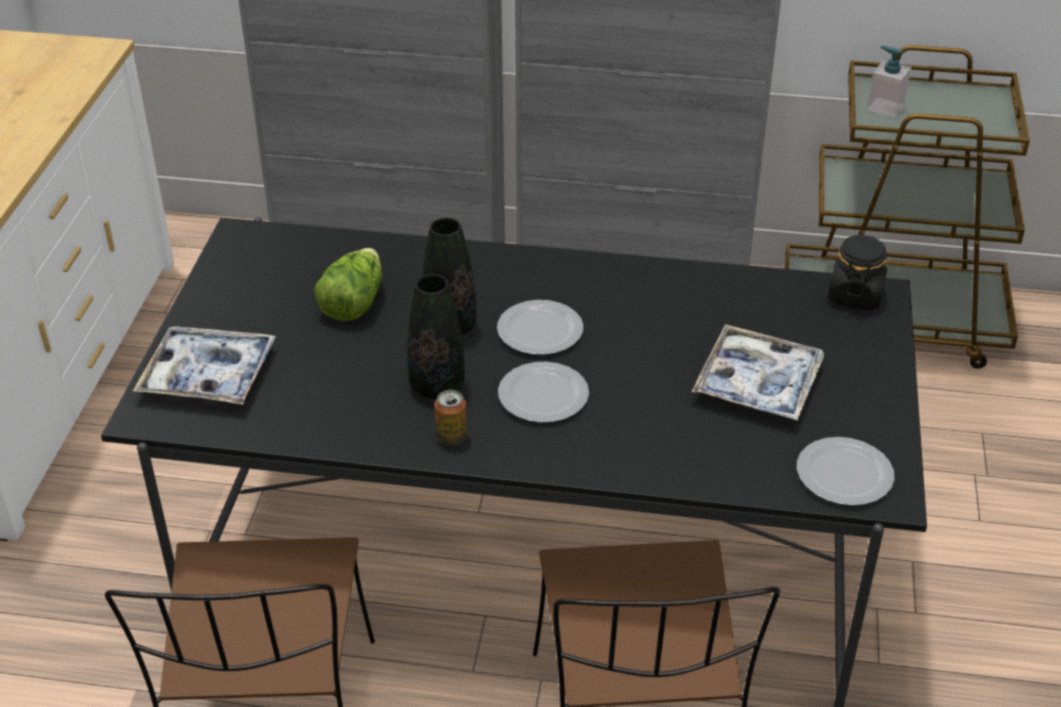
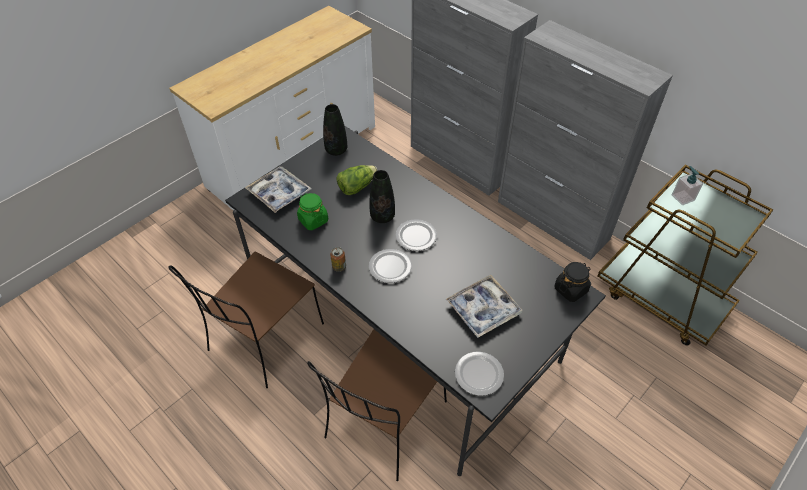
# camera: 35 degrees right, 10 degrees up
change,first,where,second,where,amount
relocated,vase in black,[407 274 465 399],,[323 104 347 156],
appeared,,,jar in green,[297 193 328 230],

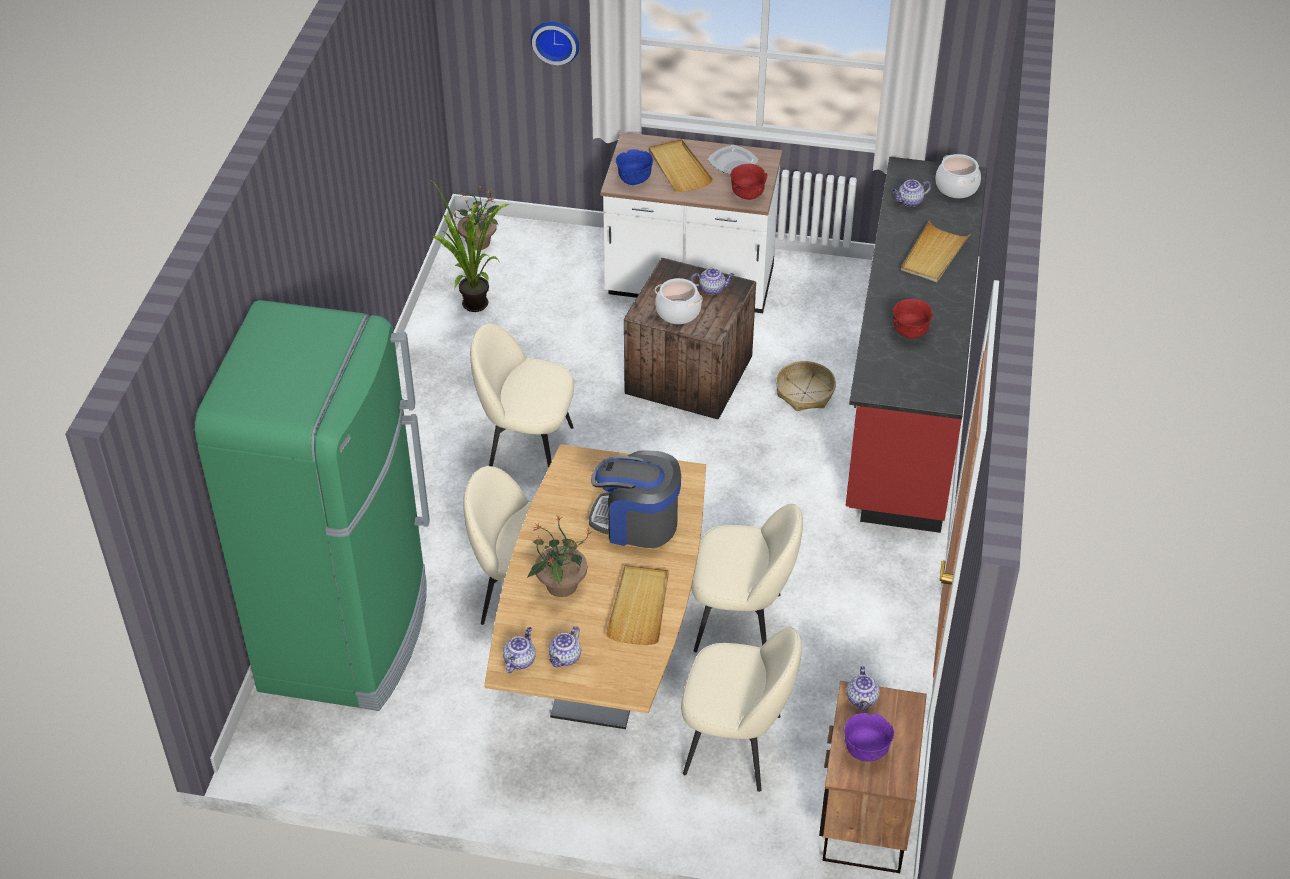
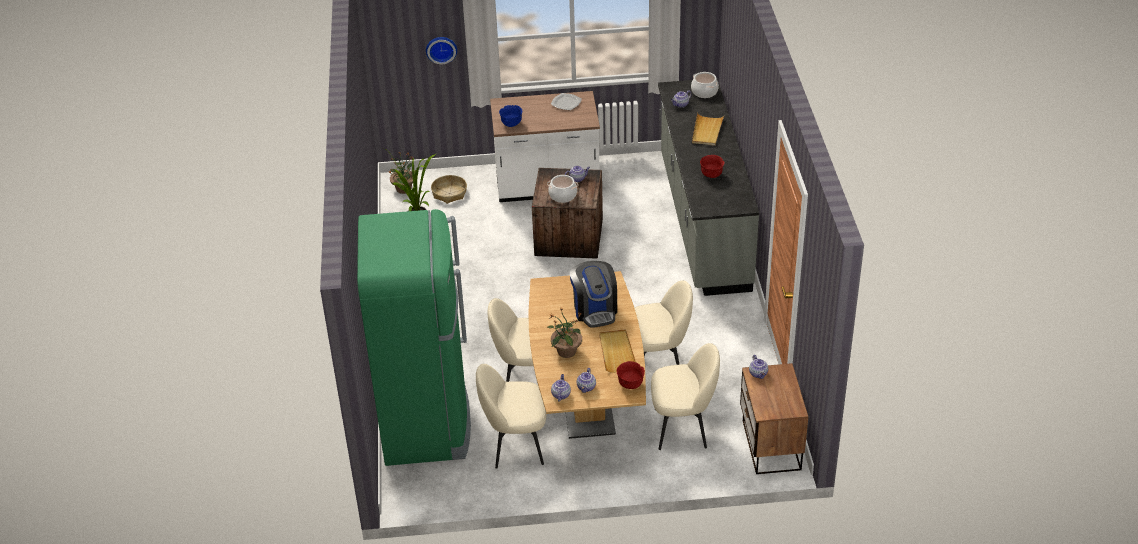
# camera: 15 degrees left, 5 degrees down
change,first,where,second,where,amount
missing,tray in beige,[649 139 713 192],,,
colour,counter in red,[846 157 987 533],counter in grey,[658 78 759 296],
relocated,bowl in red,[730 164 767 200],,[617 361 645 389],
relocated,chair in beige,[470 324 574 468],,[476 364 546 469],
relocated,basket,[776 361 836 411],,[431 175 467 204],
spun,coffee machine,[589 451 681 548],,[570 261 617 327],105 degrees counterclockwise
missing,bowl in purple,[844 713 894 762],,,

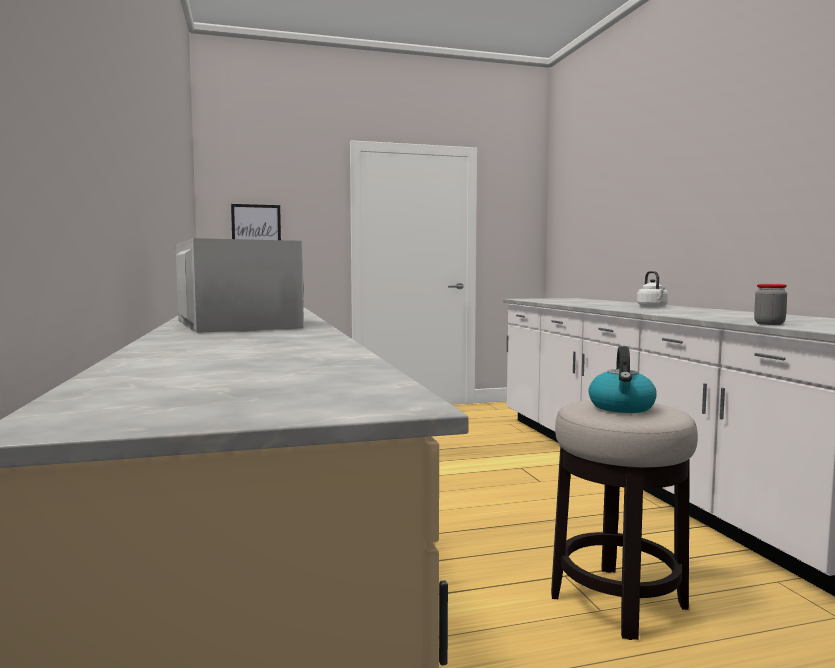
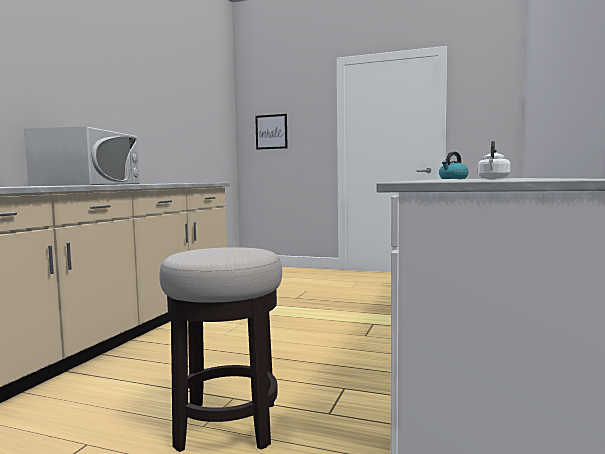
# camera: 35 degrees right, 0 degrees up
change,first,where,second,where,amount
missing,jar,[754 284 787 325],,,
relocated,kettle,[589 346 657 413],,[439 152 469 179],

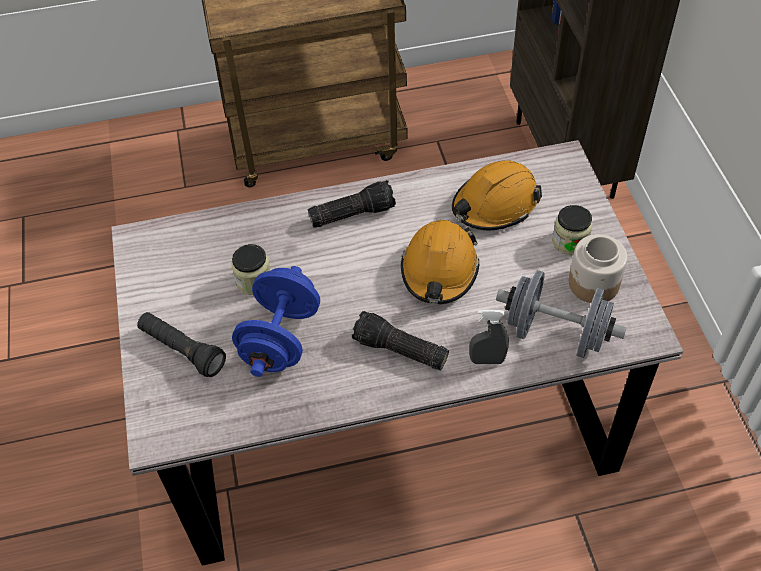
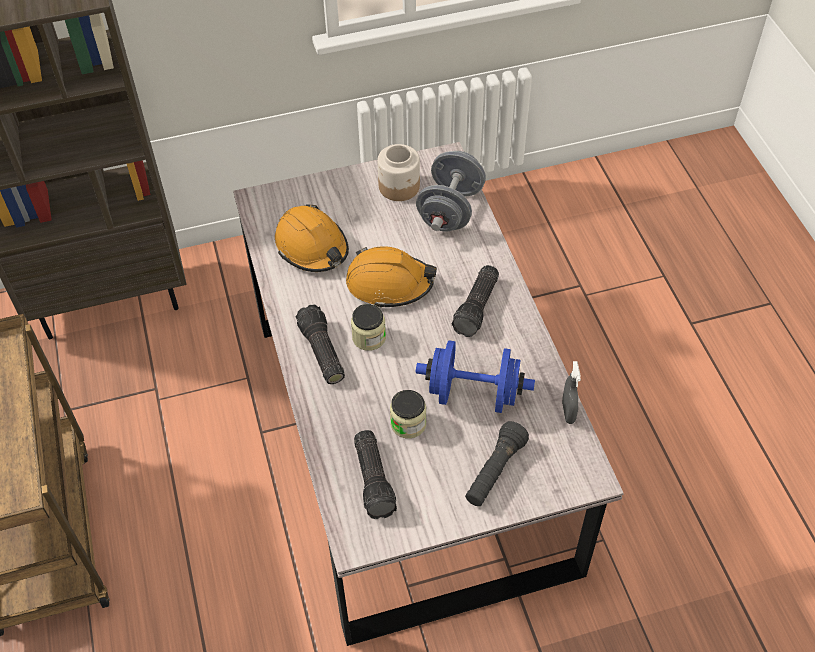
# camera: 95 degrees left, 0 degrees up
change,first,where,second,where,amount
relocated,jar,[552 205 592 255],,[351 304 386 351],
relocated,spray bottle in grey,[469 310 509 364],,[562 361 581 424],
appeared,,,flashlight,[354 430 397 519],

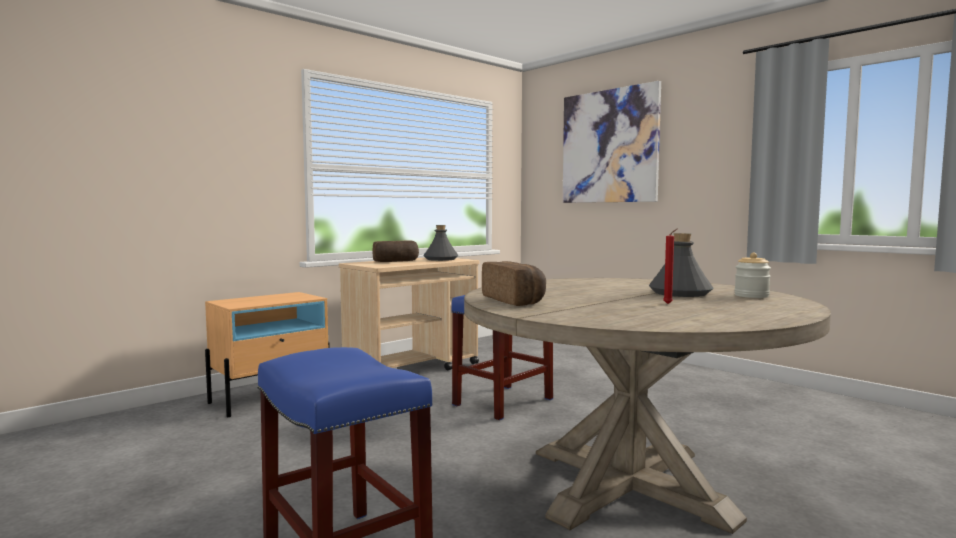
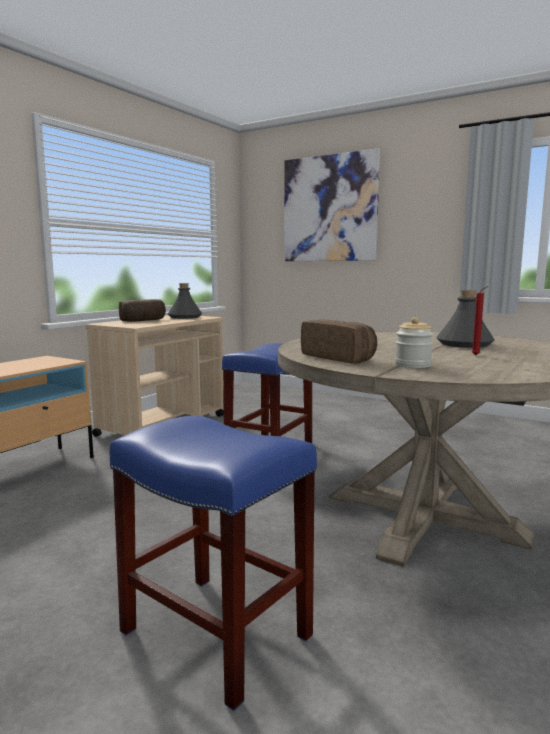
# camera: 15 degrees left, 5 degrees up
change,first,where,second,where,amount
relocated,jar,[734 253 771 298],,[395 317 433 368],

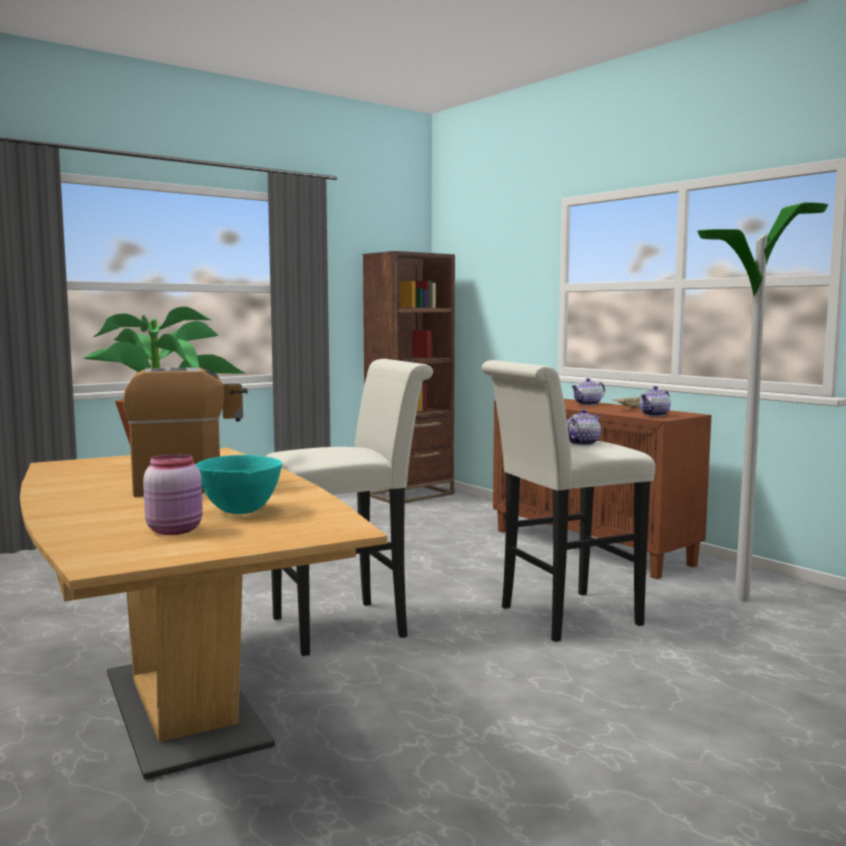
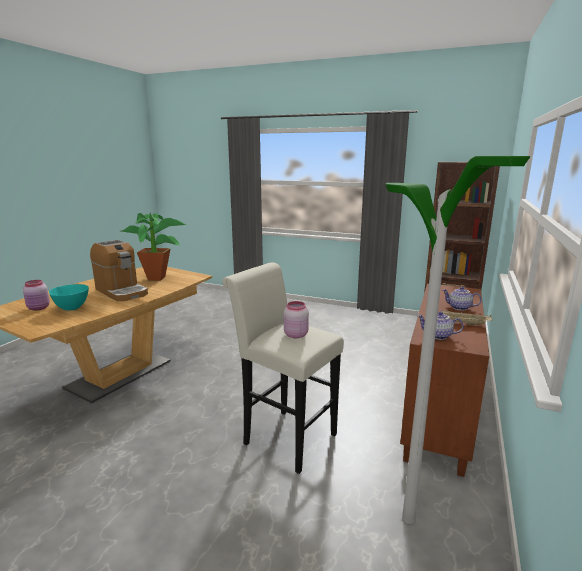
# camera: 60 degrees right, 10 degrees up
change,first,where,second,where,amount
missing,stool in white,[266 359 433 656],,,
exchanged,teapot,[567 409 601 445],jar in pink,[284 301 309 338],

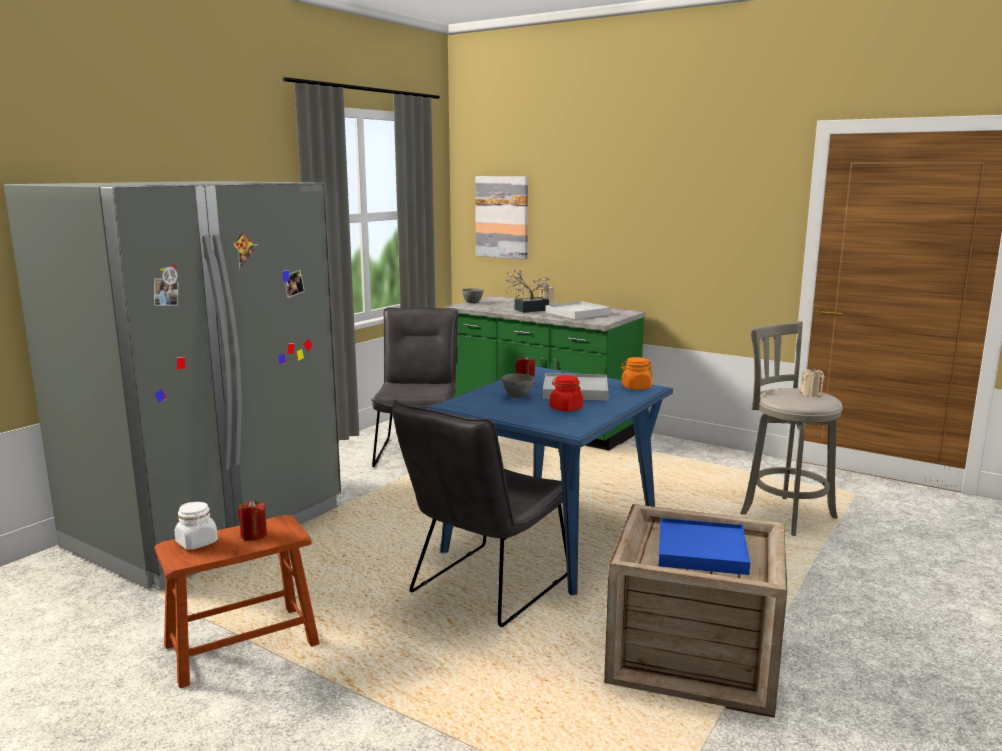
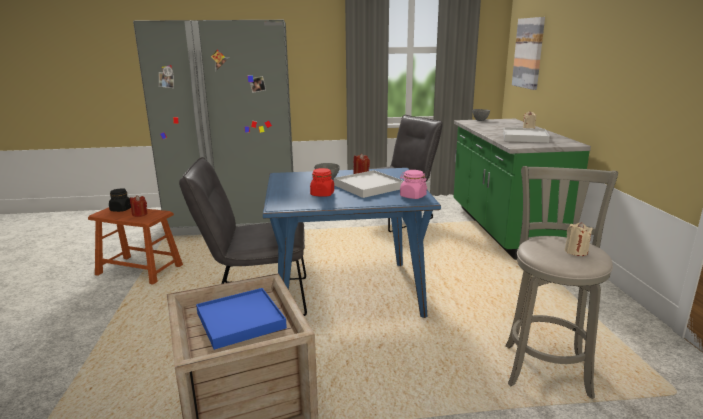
# camera: 50 degrees right, 5 degrees up
change,first,where,second,where,amount
missing,potted plant,[505 269 553 313],,,
colour,jar in orange,[621 357 653 390],jar in pink,[400 170 427 199],
colour,jar in white,[175 502 218 550],jar in black,[109 189 131 212],

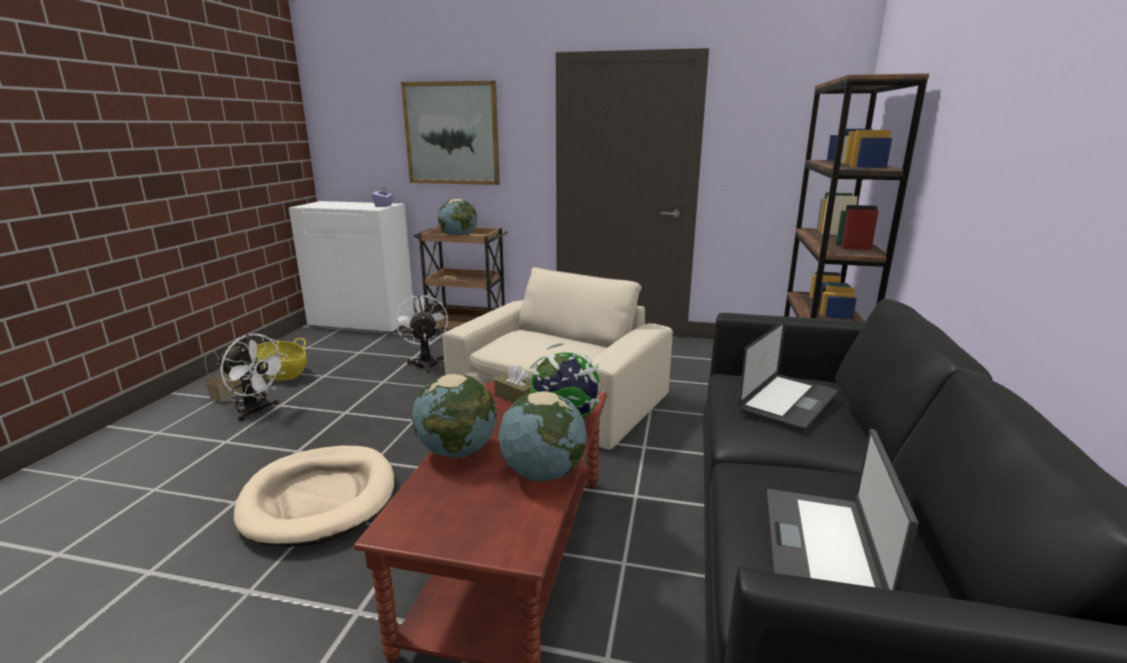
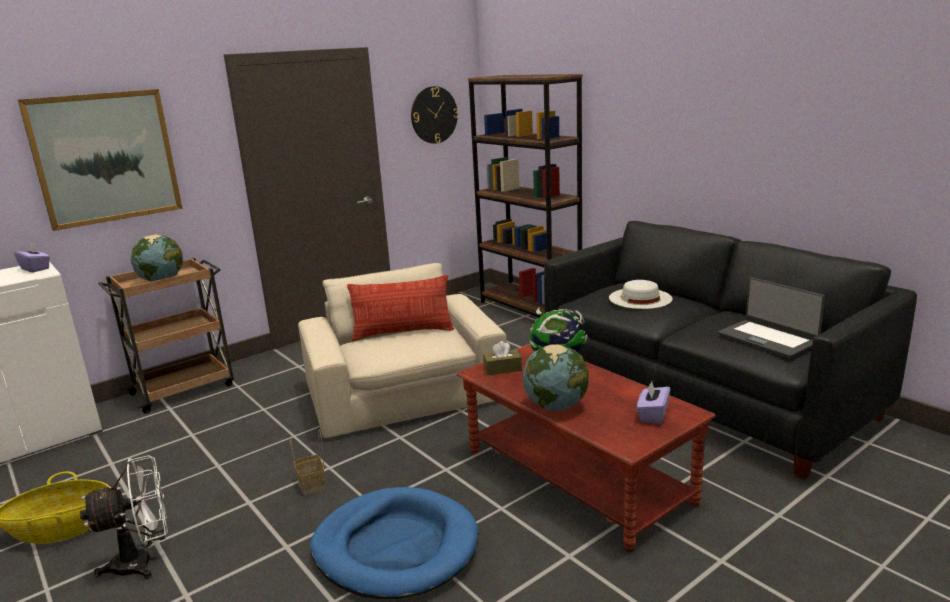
# camera: 50 degrees left, 0 degrees up
change,first,where,second,where,amount
missing,fan in white,[395 294 448 373],,,
exchanged,laptop,[739 320 838 432],hat in white,[609 280 673 309],
relocated,basket,[205 350 242 402],,[289 430 326 495],
missing,globe,[499 391 587 481],,,
colour,dog bed in beige,[234 446 395 547],dog bed in blue,[310 487 478 599],
appeared,,,wall clock,[411 86 458 144],
appeared,,,pillow,[347 275 454 341],
appeared,,,tissue box in purple,[637 381 670 424],

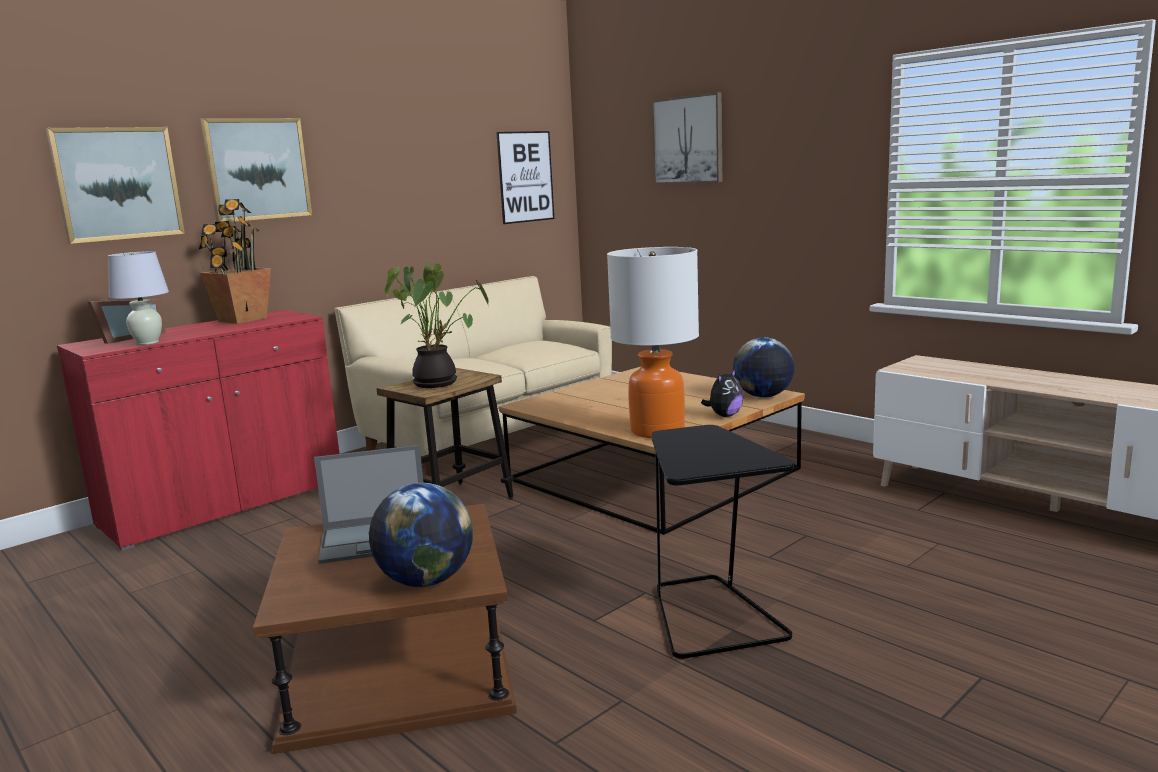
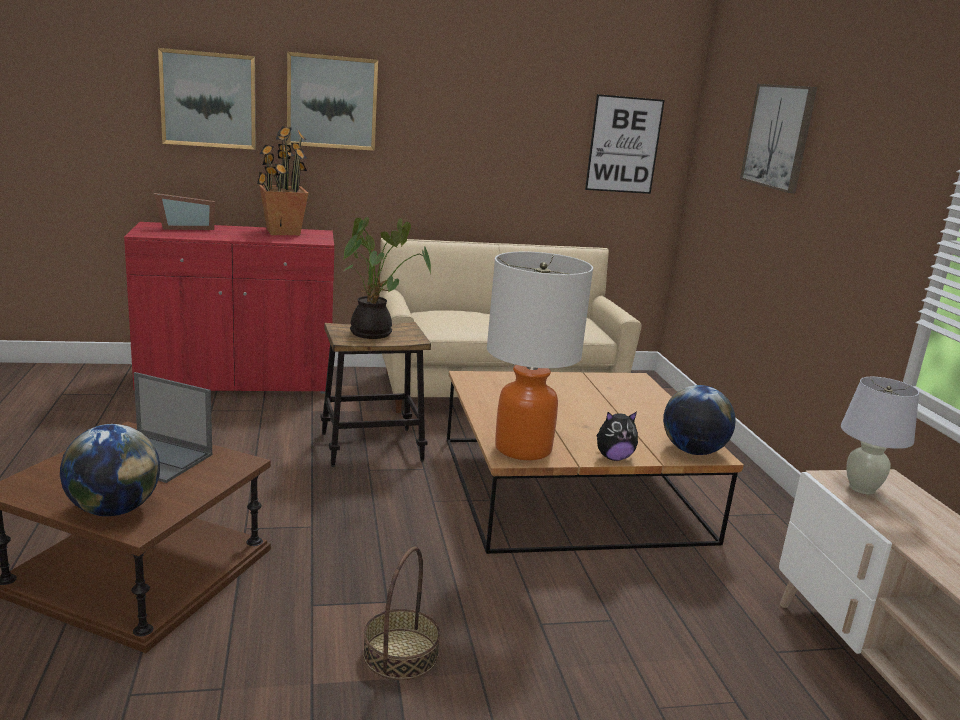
# camera: 30 degrees right, 5 degrees up
change,first,where,second,where,amount
relocated,table lamp in white,[108 251 169 345],,[841 377 919 494],
exchanged,side table in black,[651 425 795 659],basket,[363 547 440 680],

